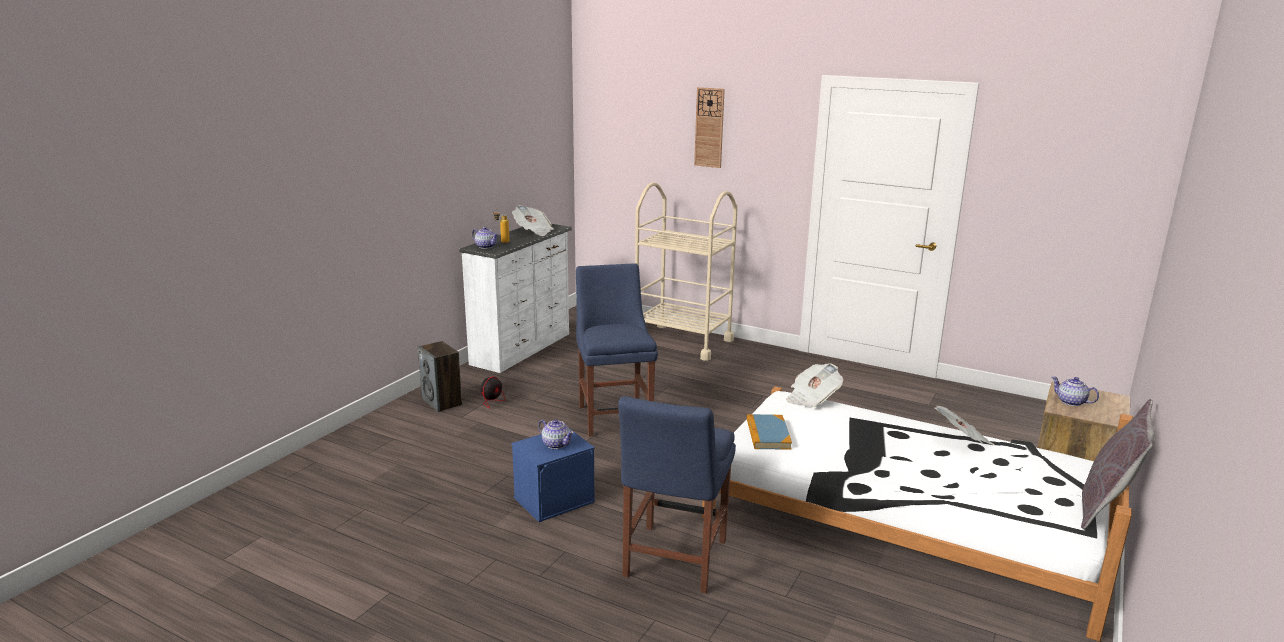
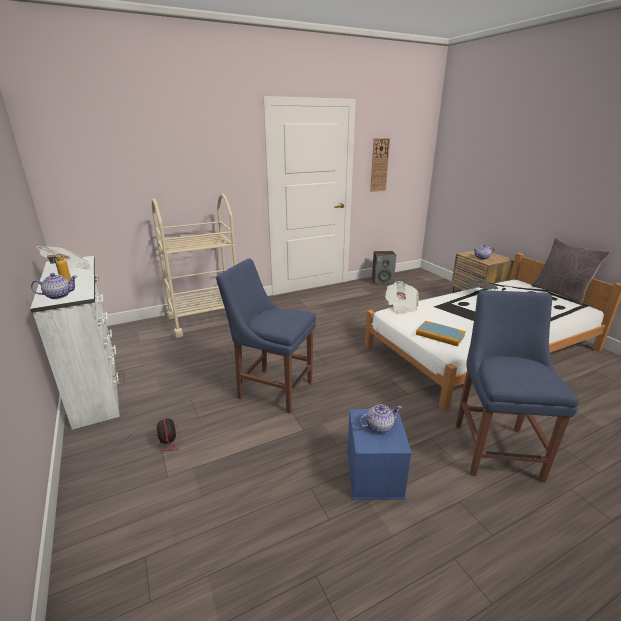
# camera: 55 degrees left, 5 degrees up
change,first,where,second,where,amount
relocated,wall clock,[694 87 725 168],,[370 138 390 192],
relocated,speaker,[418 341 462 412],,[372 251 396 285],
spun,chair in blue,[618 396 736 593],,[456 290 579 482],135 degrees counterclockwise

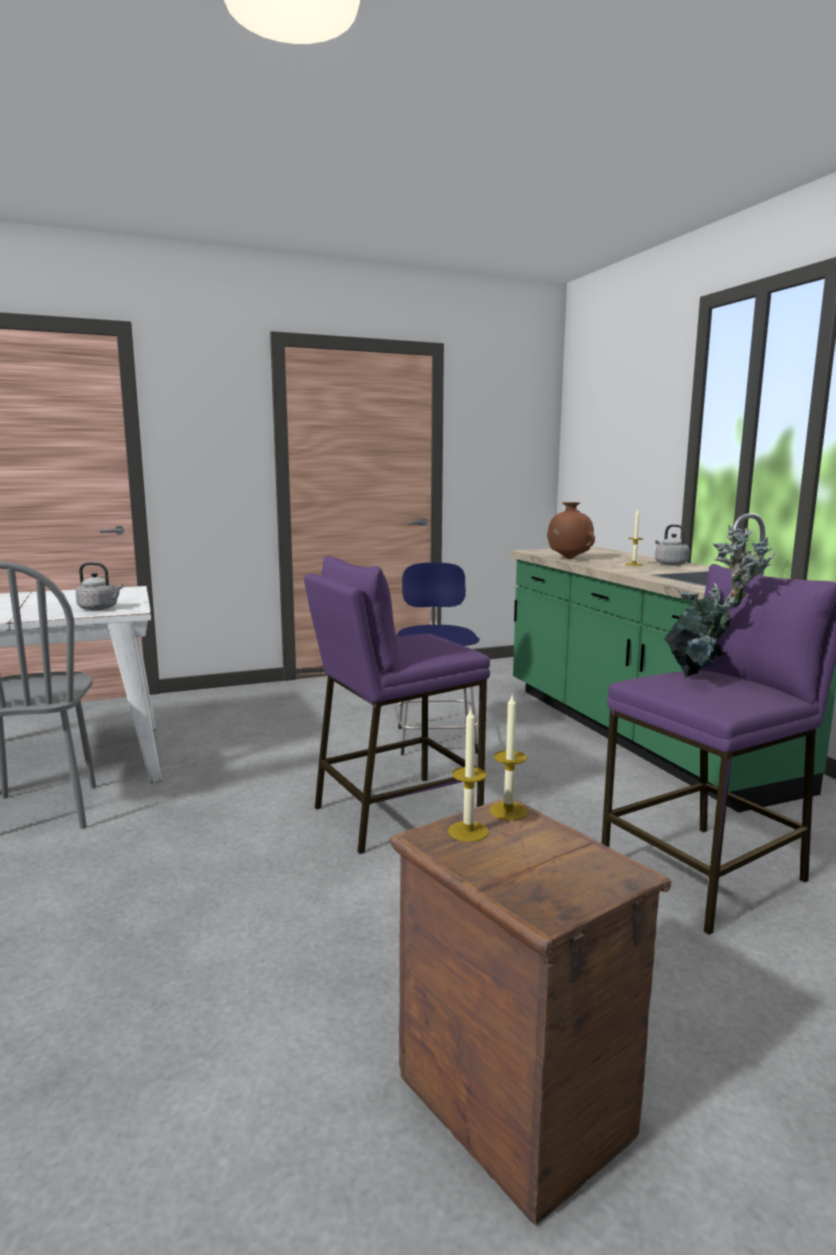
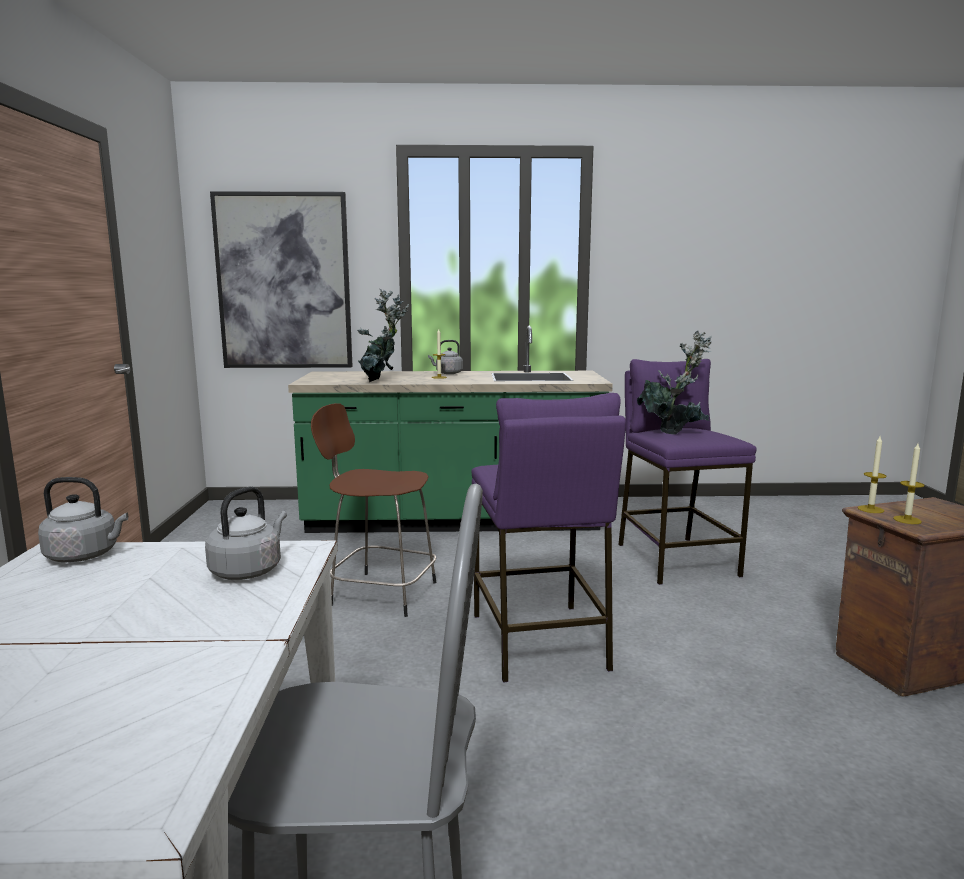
# camera: 70 degrees left, 0 degrees up
change,first,where,second,where,amount
exchanged,vase in brown,[547 502 595 559],potted plant,[357 289 409 382],
colour,stool in blue,[395 563 480 755],stool in brown,[311 403 436 617],
appeared,,,picture,[210 191 353 368],
appeared,,,kettle in grey,[38 477 128 562],

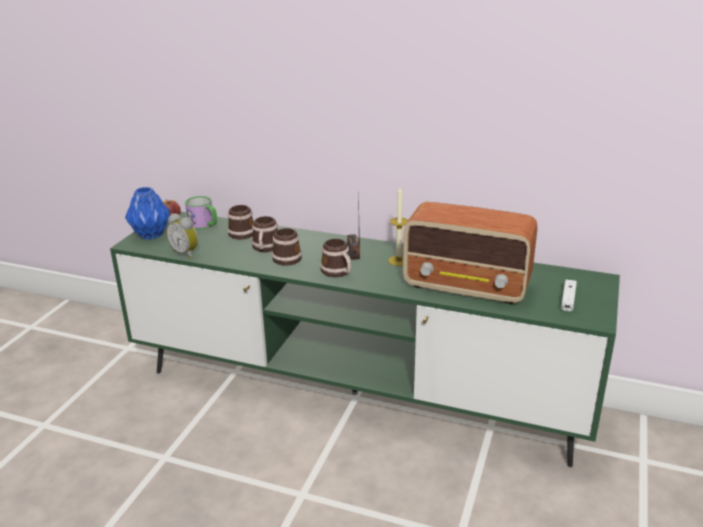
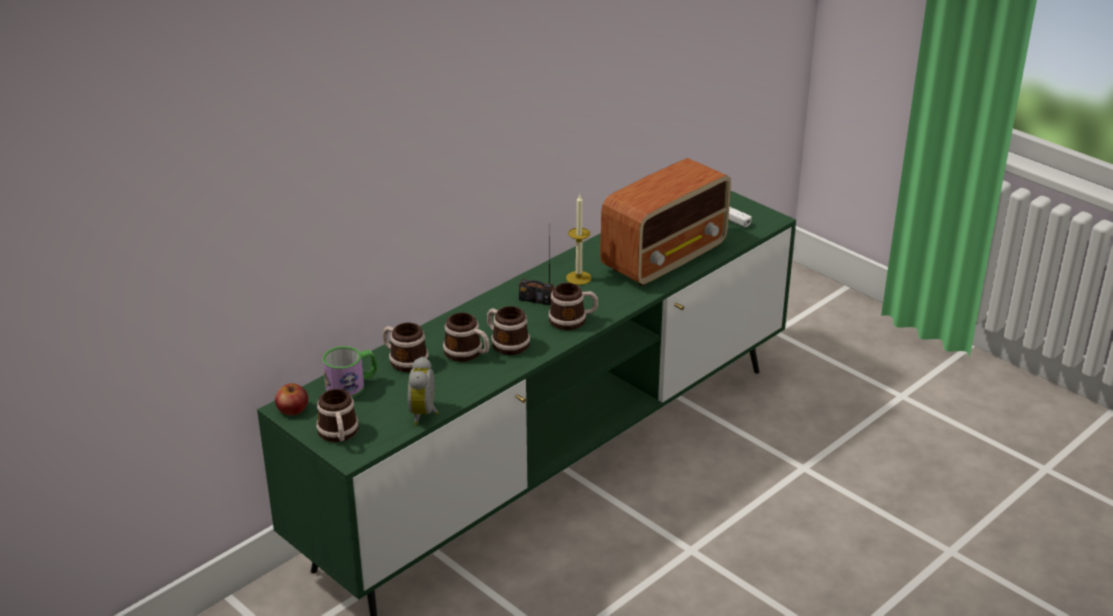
# camera: 65 degrees left, 5 degrees up
change,first,where,second,where,amount
exchanged,vase in blue,[125 187 170 240],mug,[316 389 359 442],
spun,alarm clock,[166 213 198 259],,[408 356 439 425],120 degrees clockwise

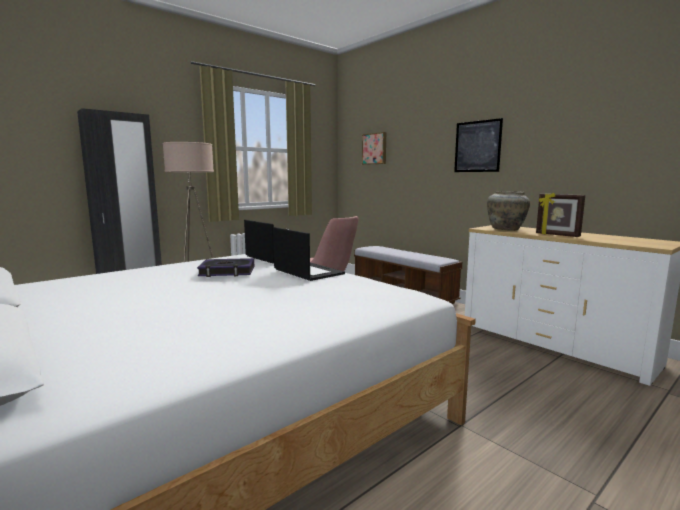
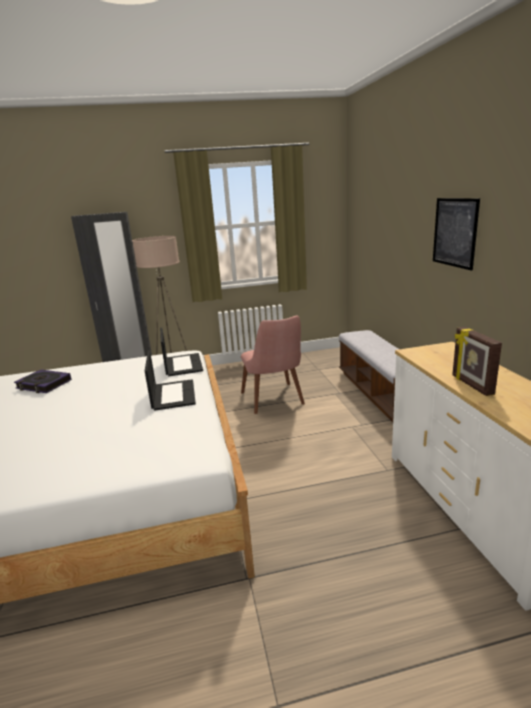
# camera: 30 degrees right, 10 degrees up
change,first,where,second,where,amount
missing,picture,[362 132 386 165],,,
missing,vase in beige,[487 191 530 231],,,
relocated,book,[197 258 254 277],,[14 370 72 393],

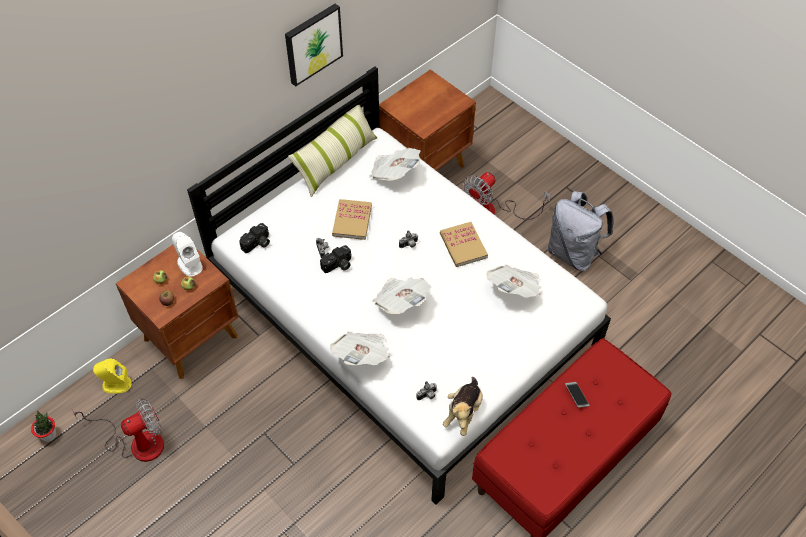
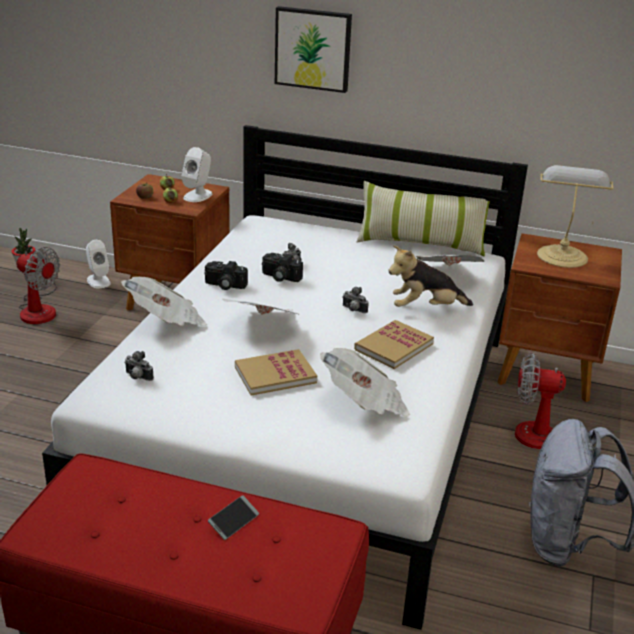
# camera: 60 degrees right, 25 degrees down
change,first,where,second,where,amount
relocated,picture,[285 4 343 86],,[275 6 352 93],
relocated,book,[332 199 372 240],,[235 349 317 396],
relocated,photo camera,[239 223 270 253],,[204 261 248 290],
colour,speaker in yellow,[93 358 132 393],speaker in white,[86 240 111 288],
relocated,plush toy,[443 377 483 436],,[388 245 473 307],
appeared,,,table lamp,[537 165 614 268],

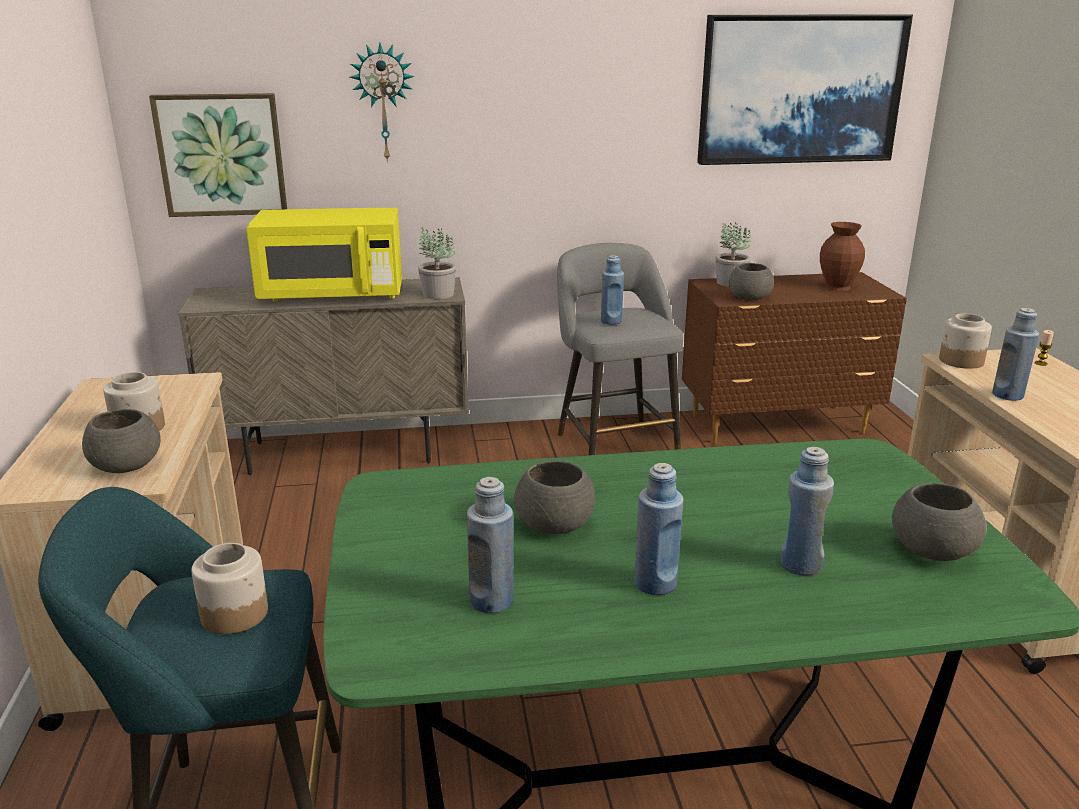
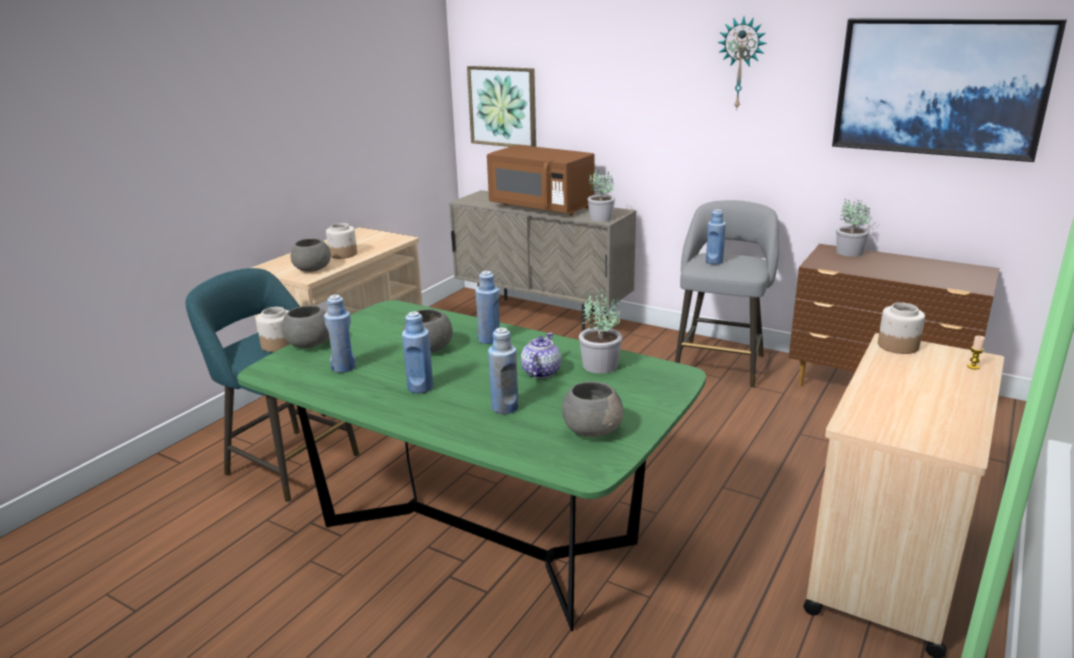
# camera: 40 degrees right, 0 degrees up
change,first,where,second,where,amount
relocated,wall clock,[350 43 414 163],,[717 17 767 111],
colour,microwave in yellow,[246 208 402 301],microwave in brown,[487 145 595 216],
missing,vase in brown,[820 222 865 291],,,
relocated,bowl in grey,[729 263 774 301],,[281 305 329 348],
relocated,bottle in blue,[992 308 1039 401],,[475 271 500 344],
appeared,,,potted plant,[579 288 622 374],
appeared,,,teapot,[521 333 561 378],

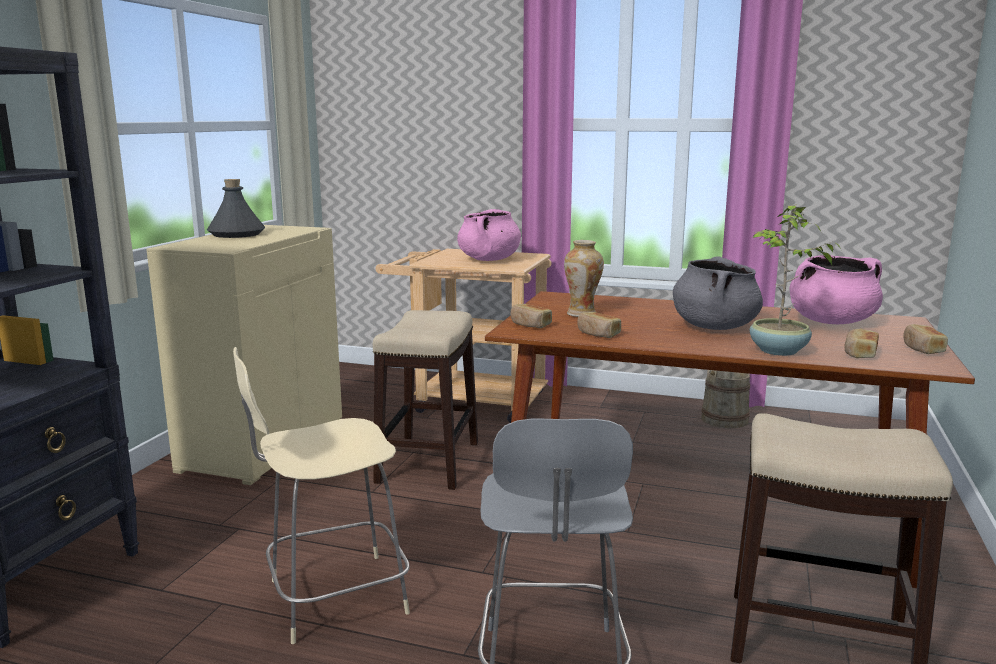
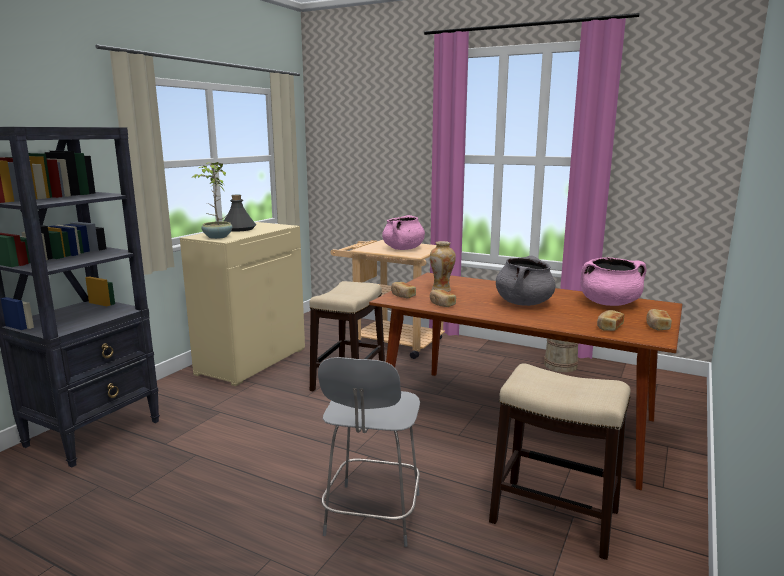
# camera: 10 degrees right, 0 degrees up
change,first,where,second,where,amount
relocated,potted plant,[750 204 841 356],,[191 162 232 239],
missing,chair in beige,[233 347 410 644],,,

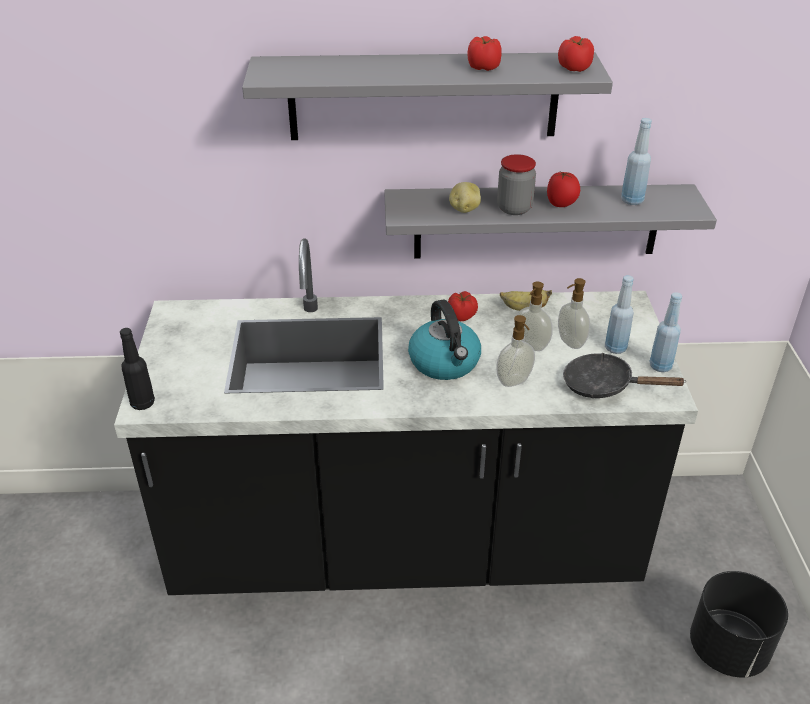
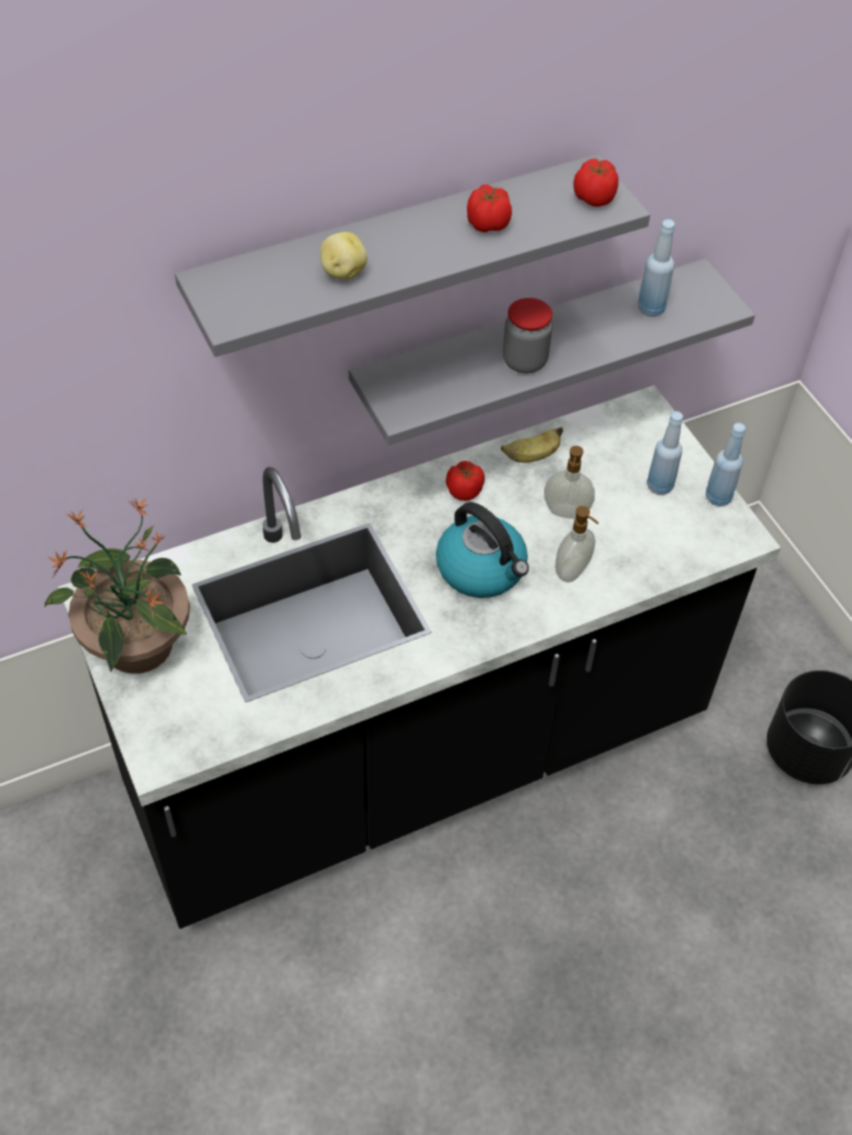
# camera: 25 degrees left, 15 degrees up
change,first,where,second,where,amount
missing,tomato,[547 172 580 207],,,
relocated,potato,[449 182 481 213],,[320 232 367 280],
missing,soap dispenser,[558 278 590 349],,,
missing,bottle in black,[120 328 155 410],,,
missing,frying pan in black,[563 353 686 398],,,
appeared,,,potted plant,[45 498 190 674],

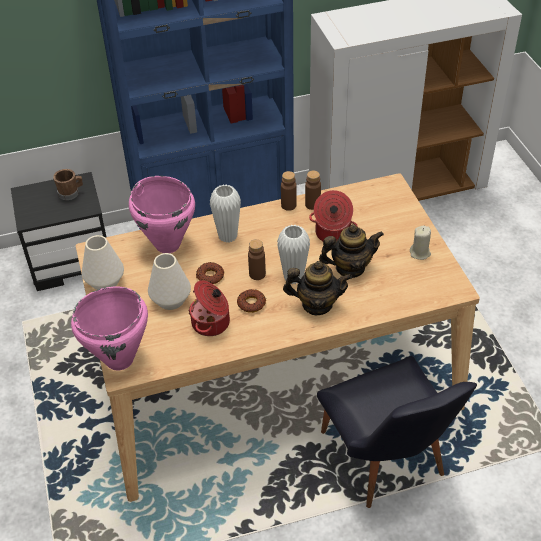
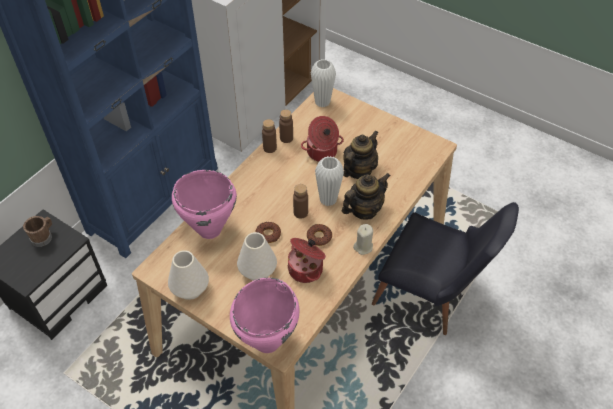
# camera: 40 degrees left, 5 degrees up
change,first,where,second,where,amount
relocated,vase in white,[210 185 241 243],,[311 59 336 107],
relocated,candle in beige,[410 226 431 260],,[353 224 373 255],

